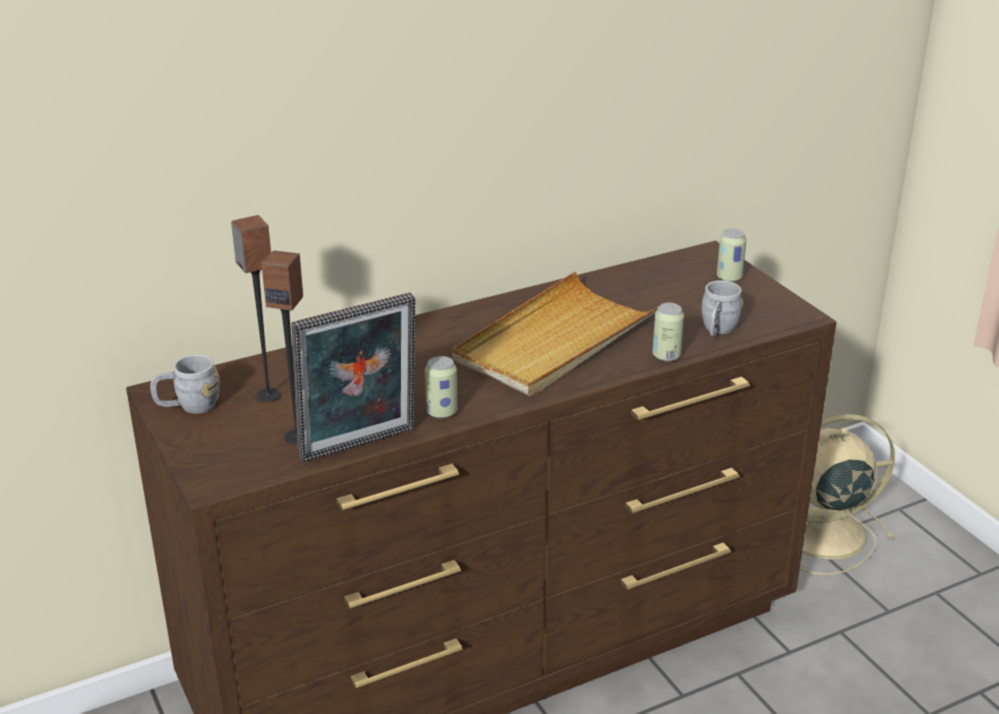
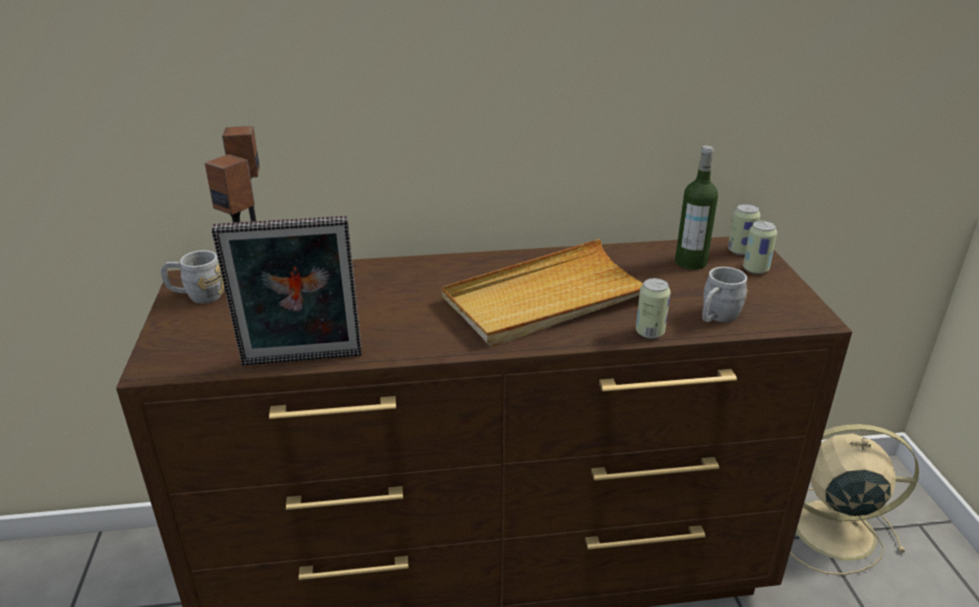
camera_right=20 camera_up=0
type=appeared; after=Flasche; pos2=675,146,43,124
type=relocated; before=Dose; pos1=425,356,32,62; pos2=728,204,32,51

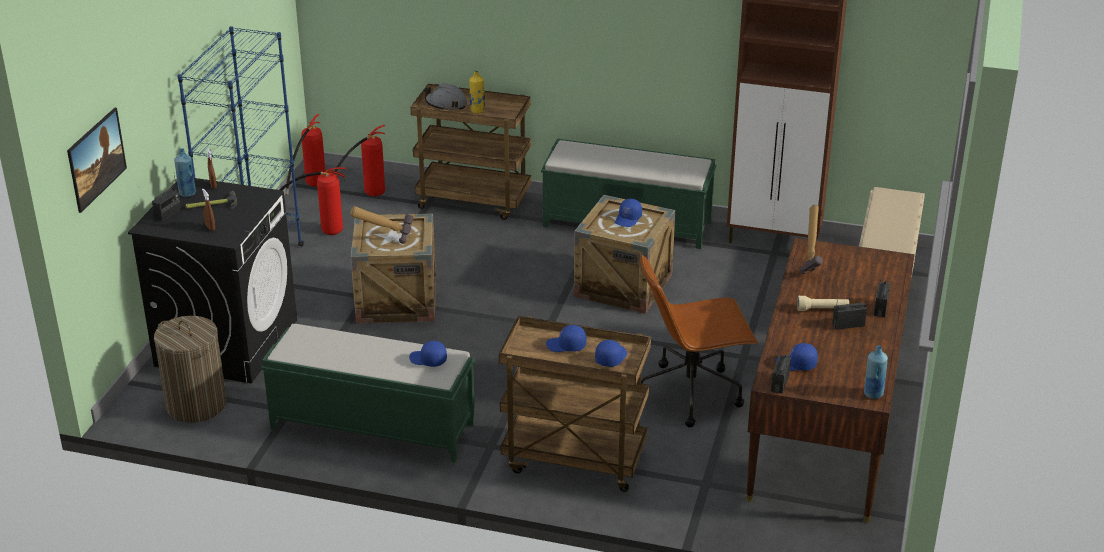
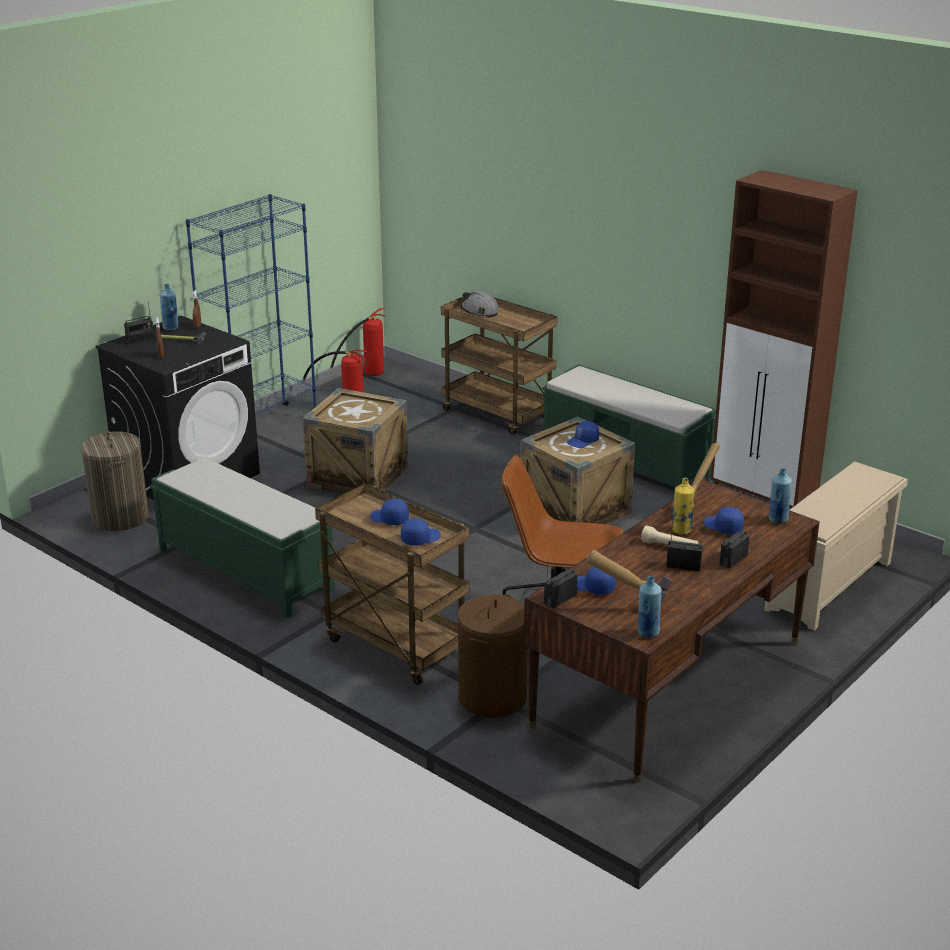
camera_right=25 camera_up=-5
type=appeared; after=Wäschekorb (braun); pos2=457,594,71,124
type=relocated; before=Hammer; pos1=350,206,64,38; pos2=586,550,86,52
type=relocated; before=Flasche (gelb); pos1=469,70,16,44; pos2=672,478,23,56
type=relocated; before=Kappe (blau); pos1=409,341,38,26; pos2=704,507,40,27
type=appeared; after=Flasche (blau); pos2=769,468,23,56
type=missing; before=Bild; pos1=67,108,60,105
type=missing; before=Feuerlöscher; pos1=334,125,51,71

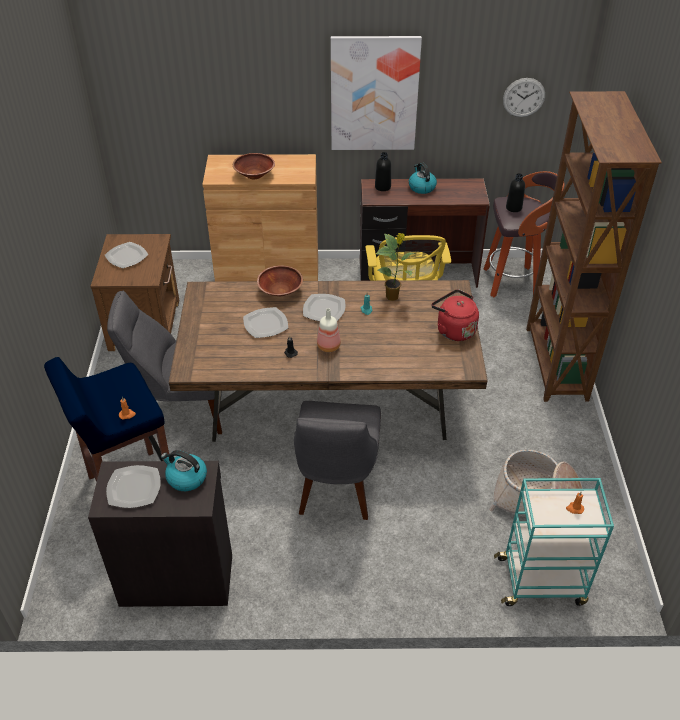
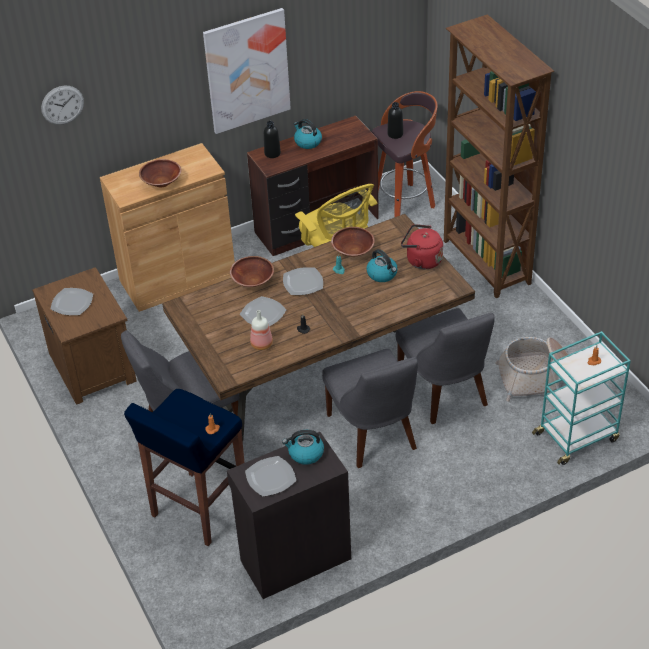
camera_right=-25 camera_up=0
type=relocated; before=Wanduhr; pos1=503,78,42,39; pos2=41,86,43,39
type=relocated; before=Flasche; pos1=317,308,24,44; pos2=250,310,23,40
type=exchanged; before=Topfpflanze; after=Schüssel (braun); pos1=376,233,39,68; pos2=331,227,44,29
type=appeared; after=Wasserkessel; pos2=366,249,32,33
type=appeared; after=Stuhl (grau); pos2=396,308,99,116

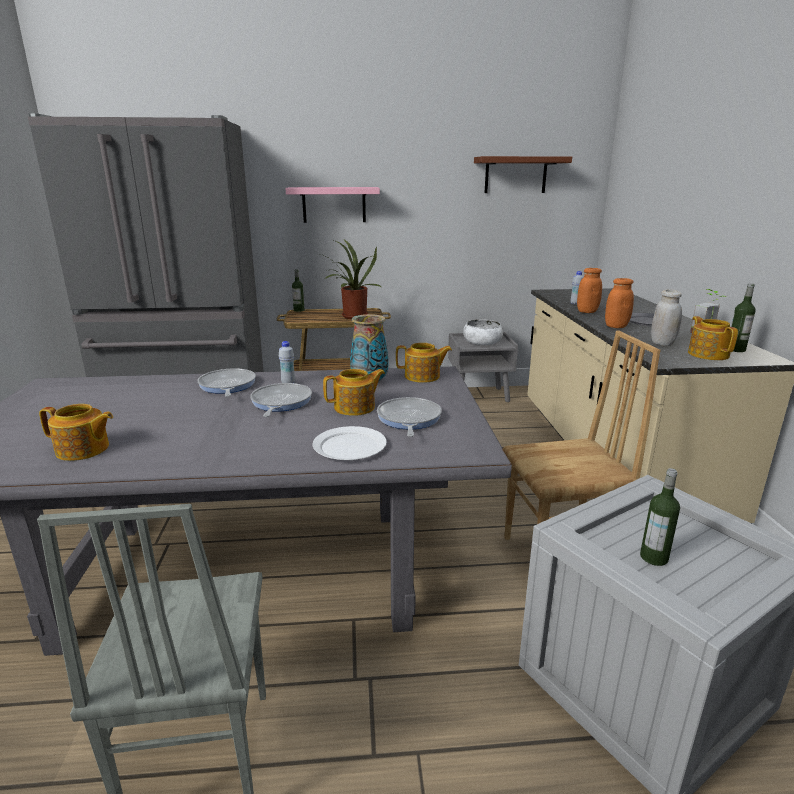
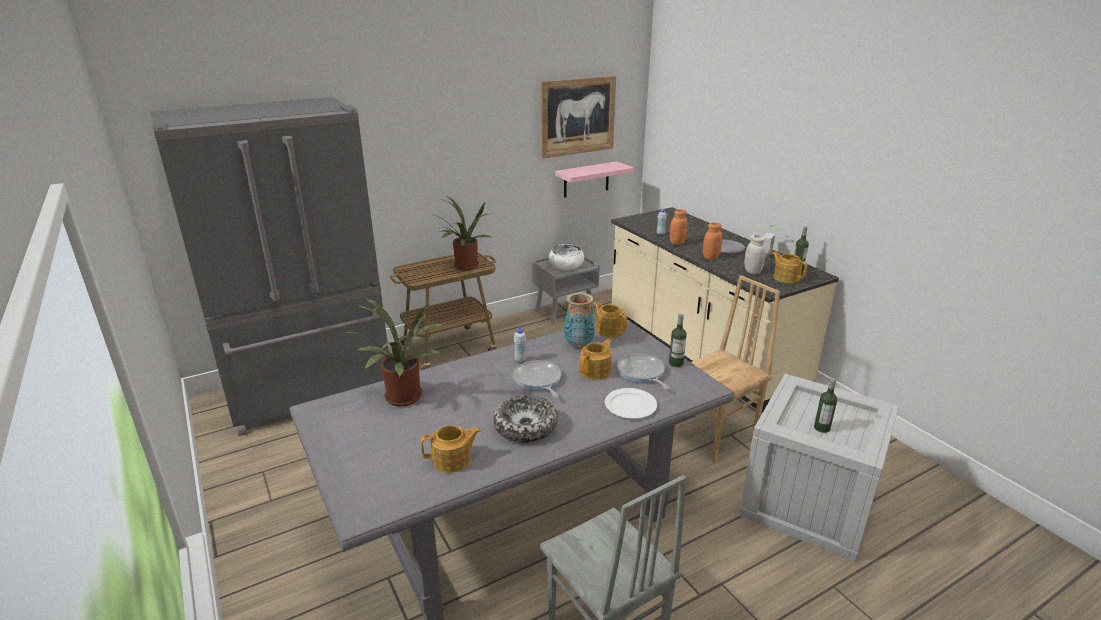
camera_right=-25 camera_up=5
type=appeared; after=Topfpflanze; pos2=346,298,100,108
type=appeared; after=Schüssel; pos2=493,395,65,48
type=exchanged; before=Wandregal (braun); after=Bild; pos1=474,156,98,37; pos2=540,75,76,84
type=relocated; before=Wandregal (rosa); pos1=285,187,95,36; pos2=555,161,79,37
type=spun; before=Teekanne; pos1=396,343,56,40; pos2=593,302,34,35; turn=-105
type=relocated; before=Flasche; pos1=292,269,13,43; pos2=669,314,18,53
type=missing; before=Pfanne; pos1=197,368,59,29

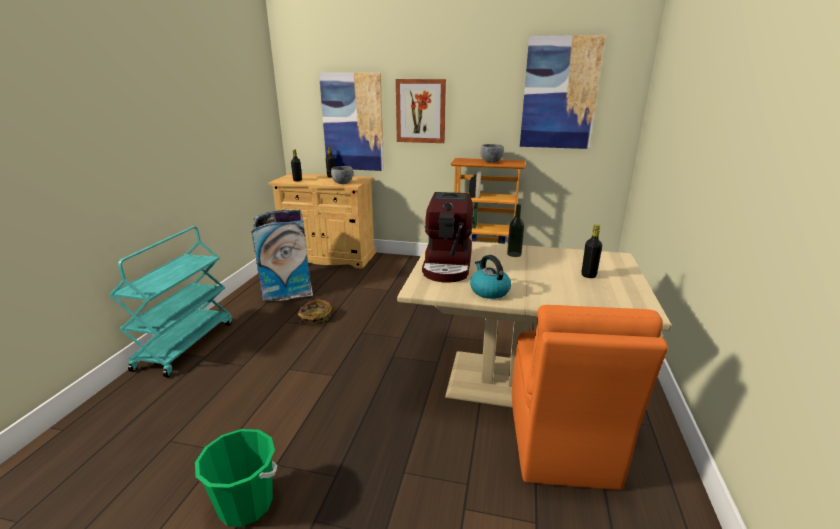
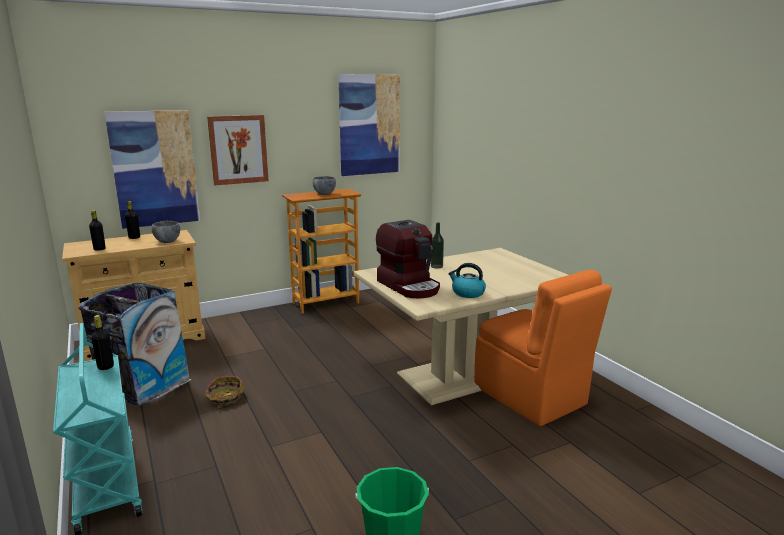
camera_right=-40 camera_up=-5
type=relocated; before=Flasche (schwarz); pos1=581,224,21,54; pos2=91,315,23,55

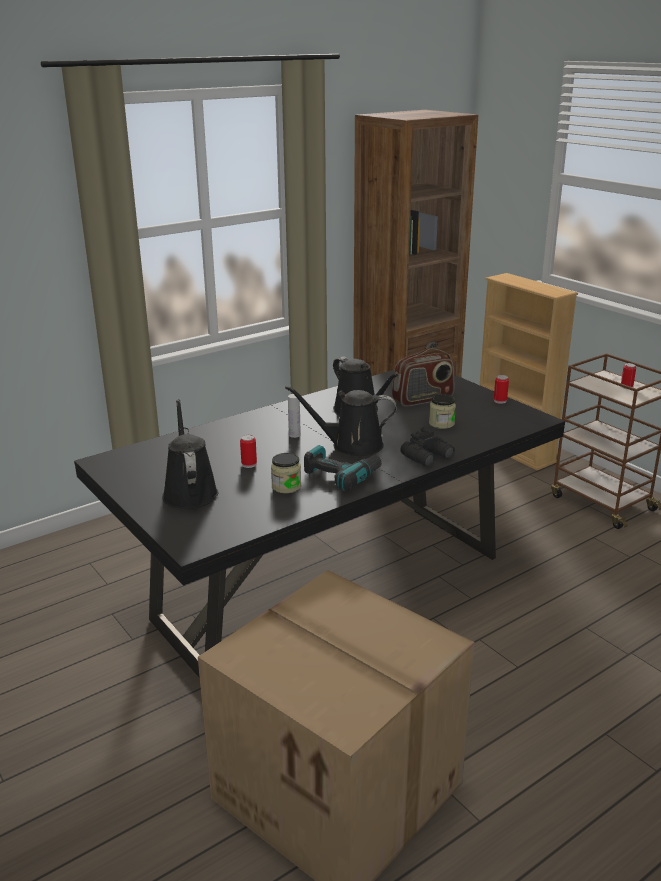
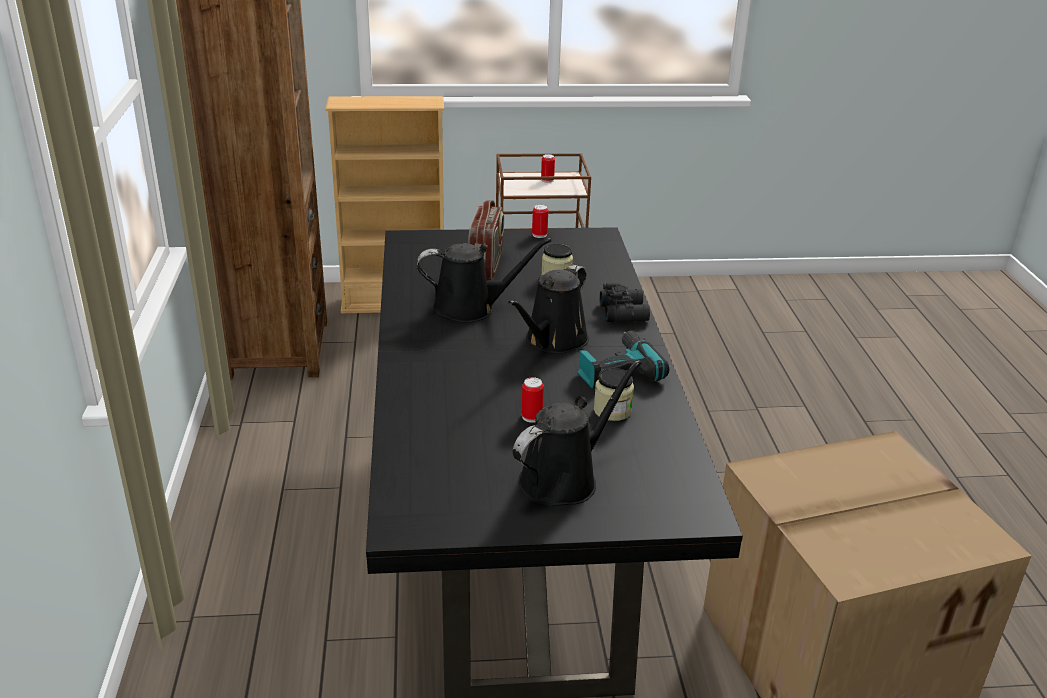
camera_right=-60 camera_up=5
type=spun; before=Gießkanne (schwarz); pos1=162,399,57,110; pos2=513,360,128,146; turn=120
type=missing; before=Flasche (weiß); pos1=288,394,13,44

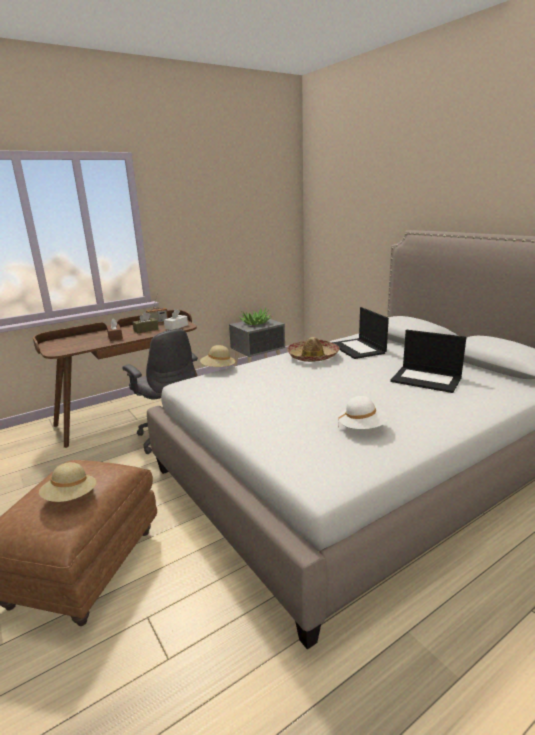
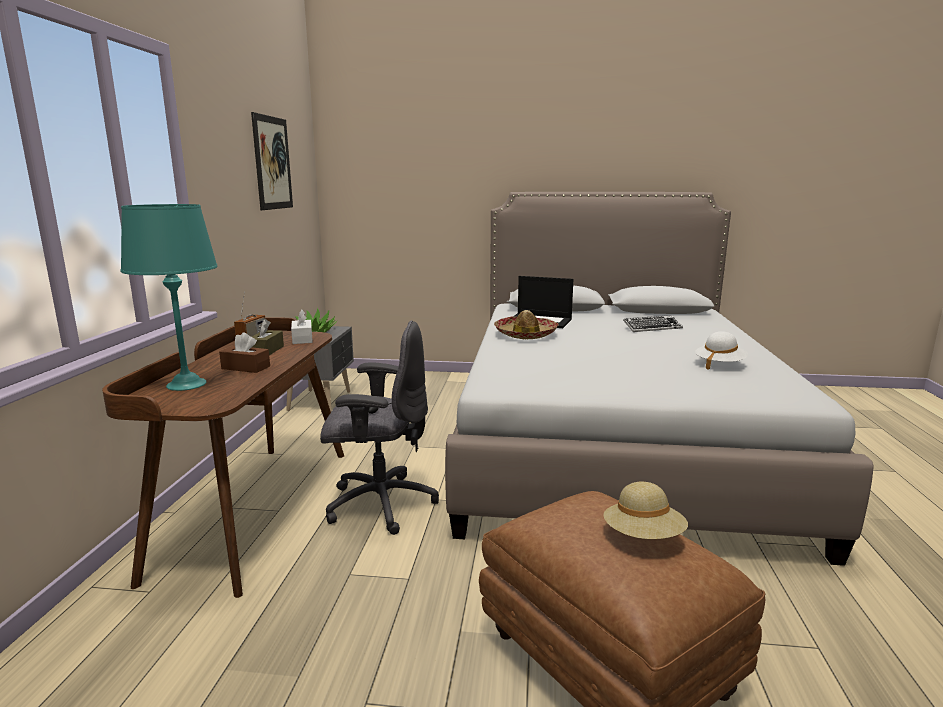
camera_right=-50 camera_up=-5
type=appeared; after=Tischlampe (türkis); pos2=121,204,97,187
type=appeared; after=Bild; pos2=251,112,42,98
type=exchanged; before=Laptop; after=Tastatur; pos1=390,330,76,63; pos2=623,315,60,17
type=missing; before=Hut (beige); pos1=200,345,36,22

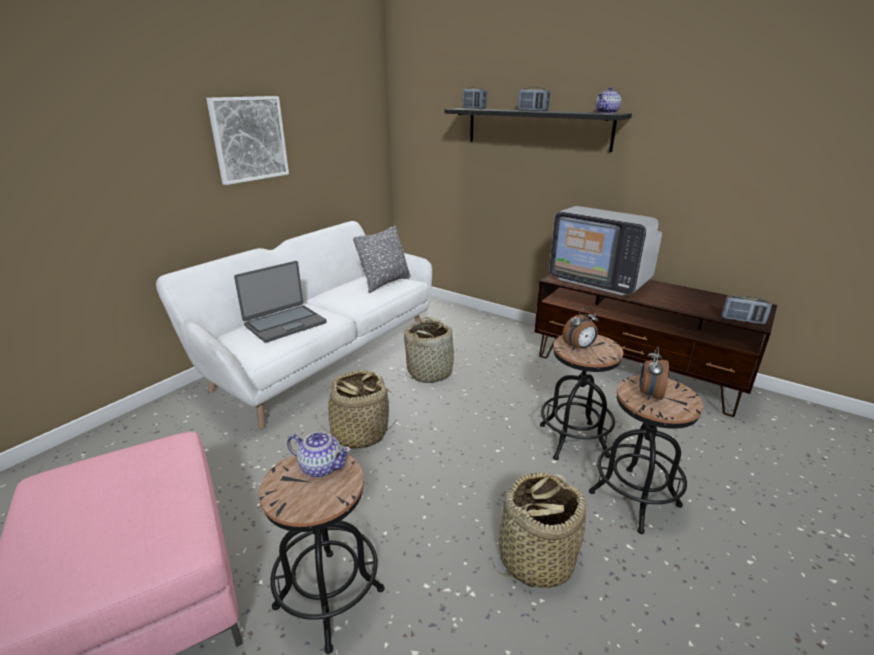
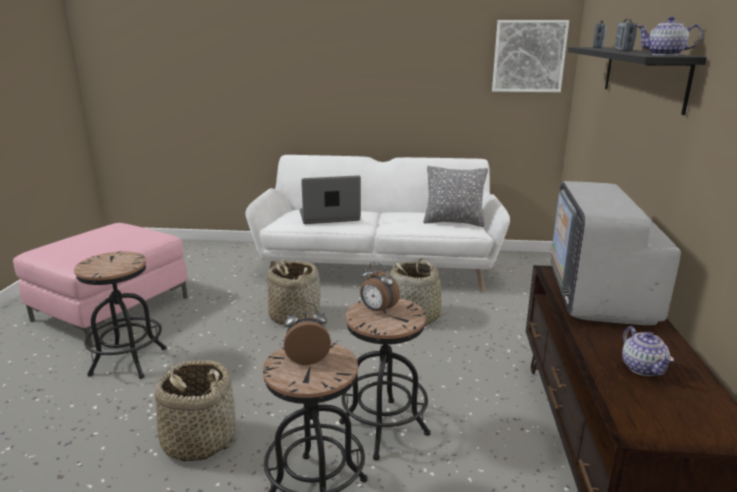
camera_right=60 camera_up=-5
type=spun; before=Laptop; pos1=234,261,93,82; pos2=300,175,61,49; turn=150
type=relocated; before=Bild; pos1=206,96,83,89; pos2=492,20,77,72
type=relocated; before=Teekanne; pos1=287,432,64,46; pos2=622,326,52,50
type=missing; before=Radio; pos1=721,296,51,28

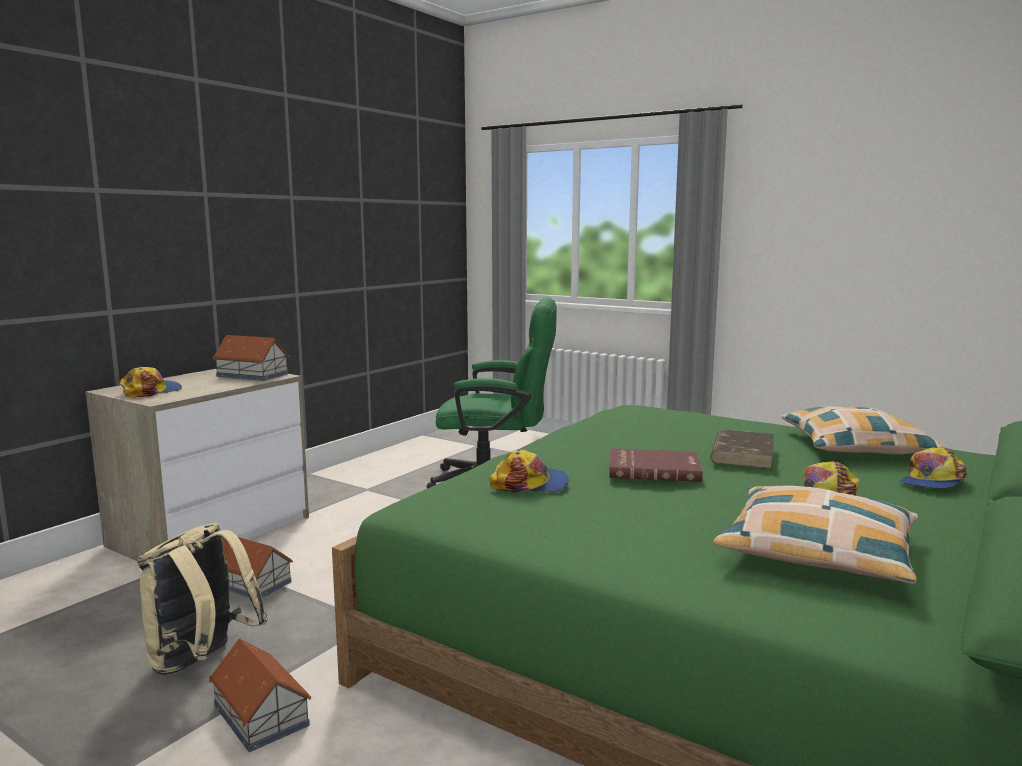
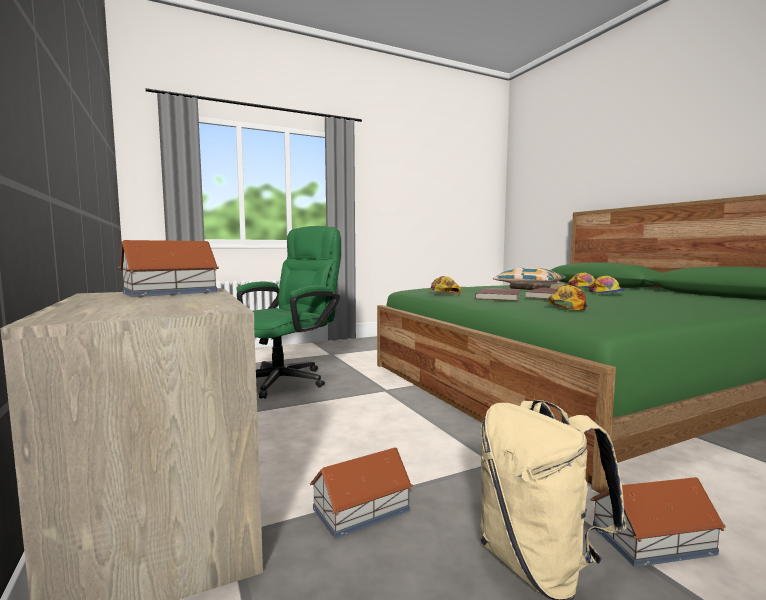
camera_right=-60 camera_up=-5
type=relocated; before=Kappe; pos1=119,367,63,30; pos2=426,276,35,18
type=appeared; after=Buch (rot); pos2=475,288,45,13
type=missing; before=Kissen; pos1=713,486,205,98

